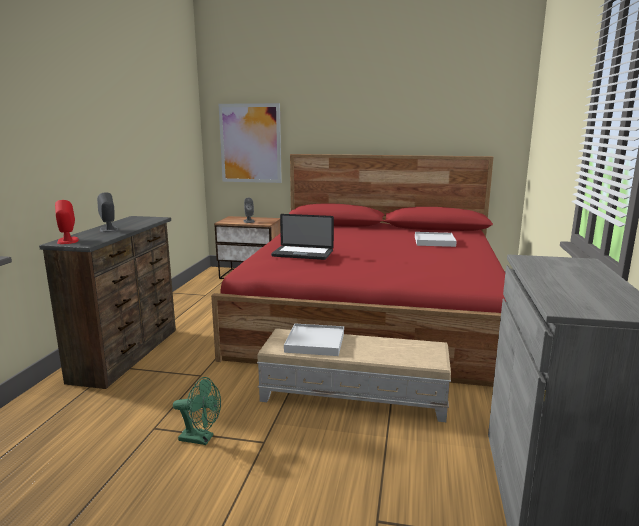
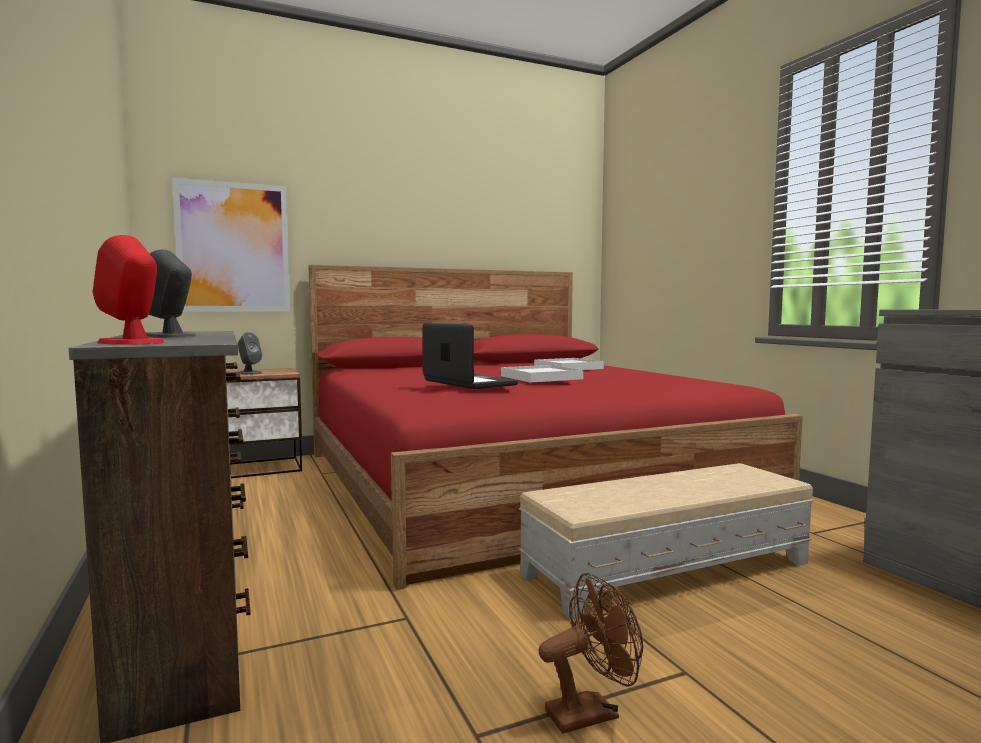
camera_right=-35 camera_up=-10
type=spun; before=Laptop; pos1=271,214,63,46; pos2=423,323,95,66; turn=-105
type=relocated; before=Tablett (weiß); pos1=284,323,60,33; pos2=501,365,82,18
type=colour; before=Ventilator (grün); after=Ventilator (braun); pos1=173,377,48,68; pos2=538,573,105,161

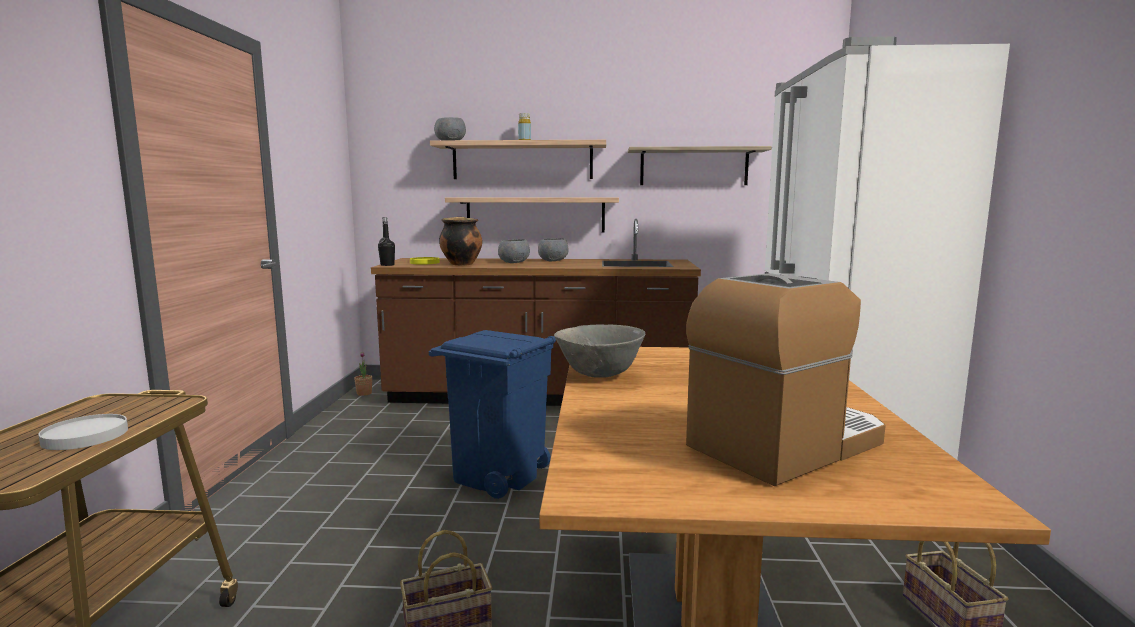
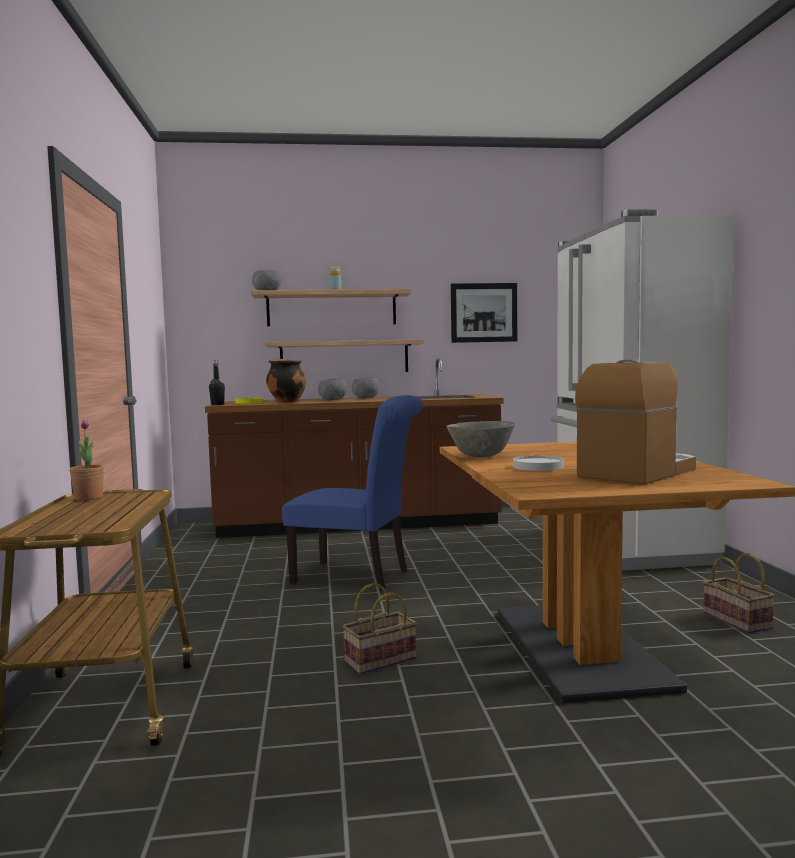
camera_right=-10 camera_up=-5
type=relocated; before=Topfpflanze; pos1=354,352,18,44; pos2=70,420,34,81
type=exchanged; before=Mülleimer (blau); after=Stuhl (blau); pos1=429,330,127,169; pos2=282,395,141,197
type=exchanged; before=Wandregal; after=Bild; pos1=628,146,144,39; pos2=451,283,66,60
type=relocated; before=Teller (weiß); pos1=38,414,90,36; pos2=513,456,51,15

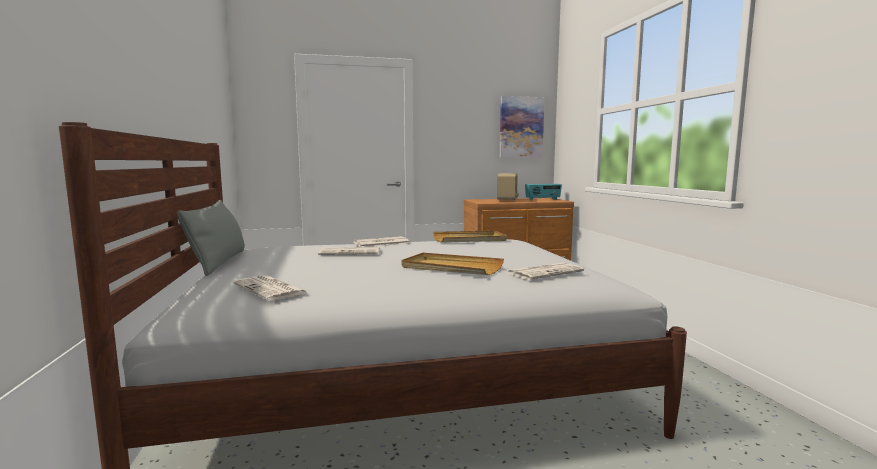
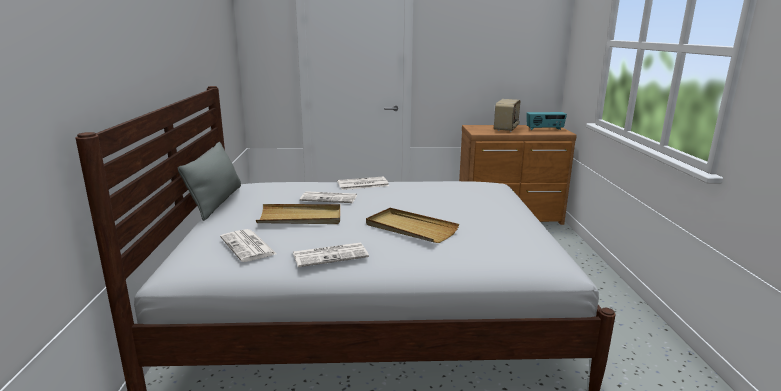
camera_right=10 camera_up=10
type=relocated; before=Tablett (beige); pos1=433,231,74,12; pos2=256,204,84,20
type=relocated; before=Zeitung; pos1=508,263,76,17; pos2=293,242,76,25
type=missing; before=Bild; pos1=500,96,45,62

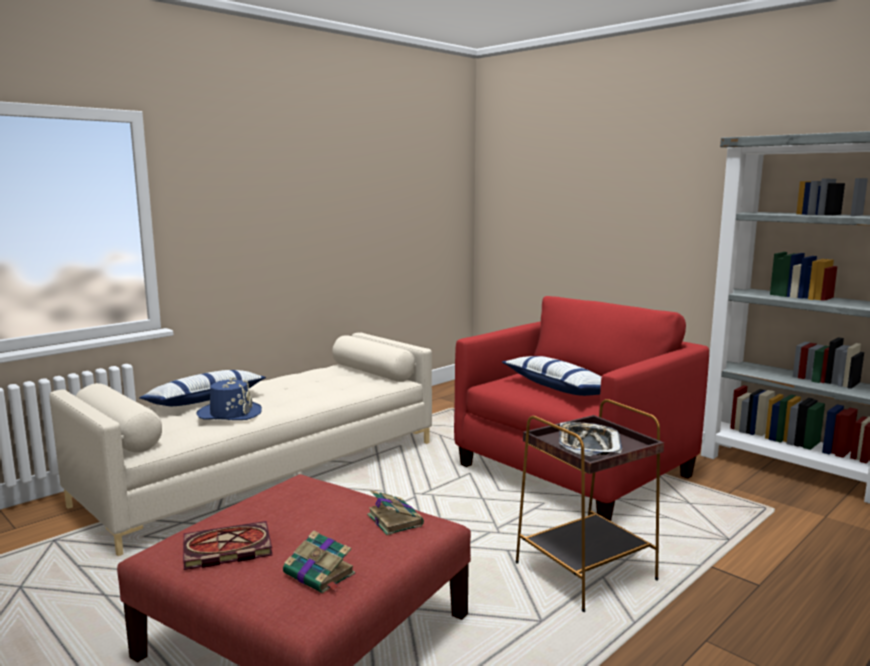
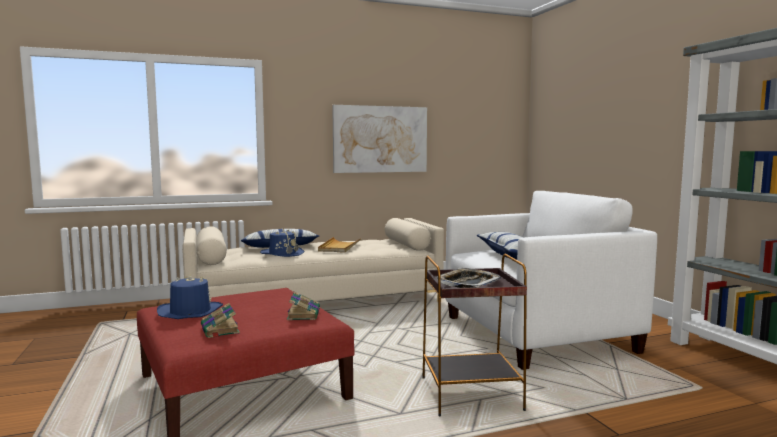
camera_right=25 camera_up=-5
type=exchanged; before=Buch; after=Hut (blau); pos1=183,521,90,49; pos2=157,275,66,44
type=appeared; after=Tablett (beige); pos2=318,237,44,16
type=appeared; after=Bild; pos2=332,105,95,68
type=colour; before=Sessel (rot); after=Sessel (weiß); pos1=454,296,255,225; pos2=445,191,212,179

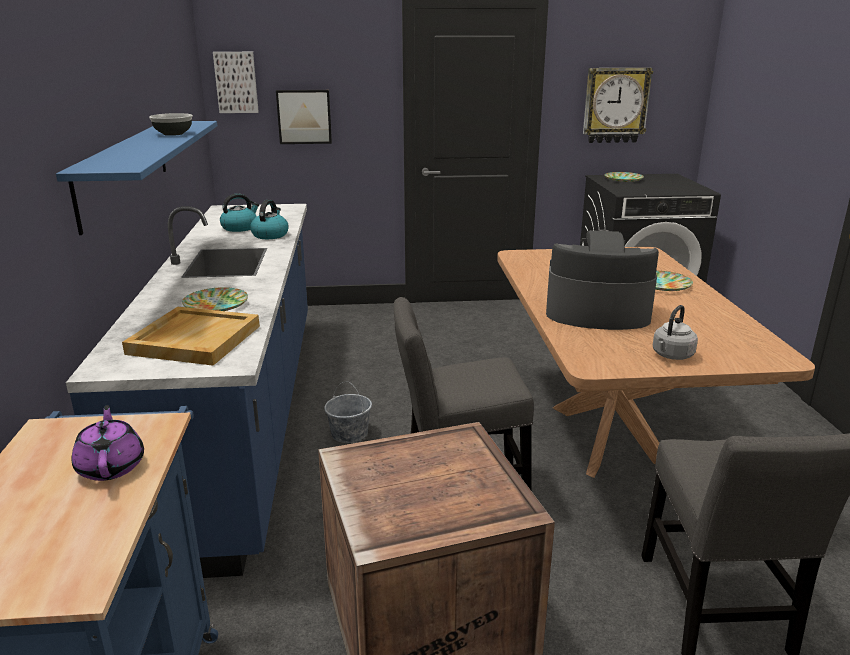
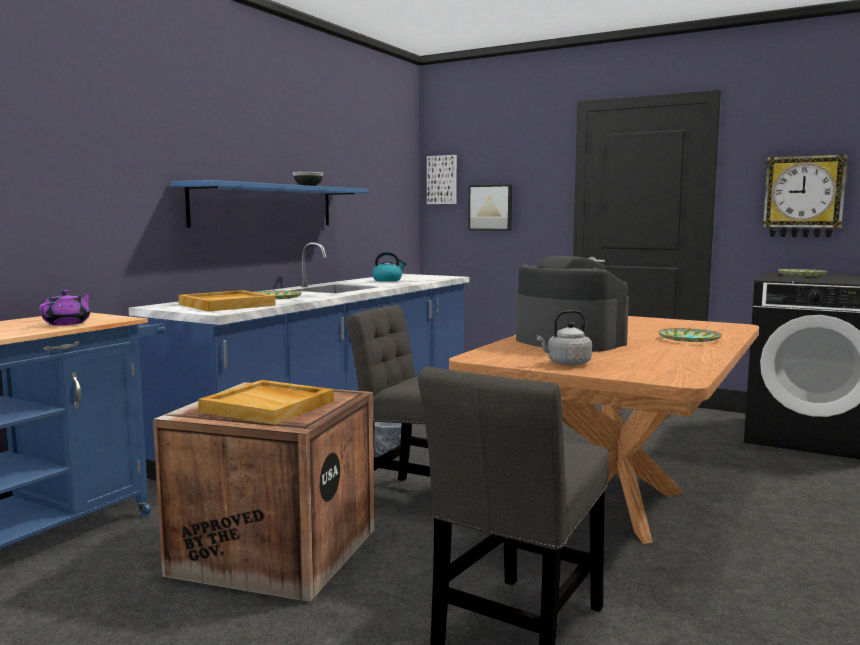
camera_right=35 camera_up=-15
type=appeared; after=Tablett (beige); pos2=198,380,136,45
type=missing; before=Wasserkessel; pos1=250,200,39,39

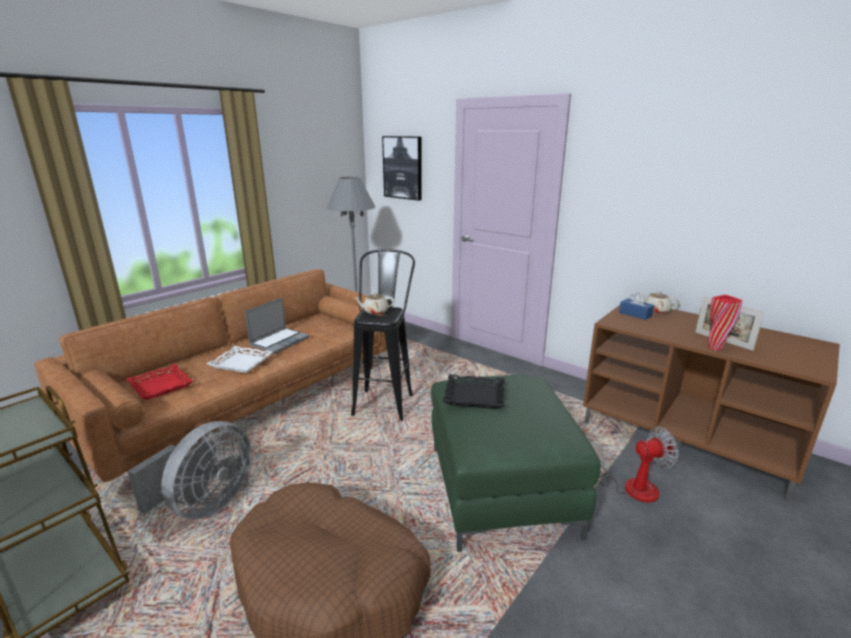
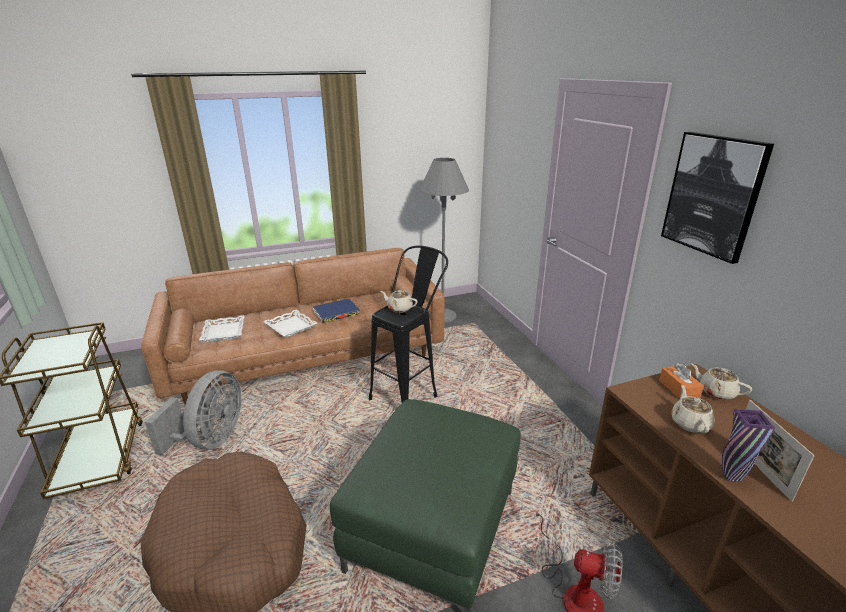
camera_right=30 camera_up=5
type=spun; before=Ventilator (grau); pos1=128,421,123,98; pos2=145,370,97,85; turn=-45
type=colour; before=Tablett (rot); after=Tablett (weiß); pos1=126,364,67,36; pos2=199,316,45,26
type=exchanged; before=Laptop; after=Buch (blau); pos1=245,297,64,57; pos2=313,298,47,25
type=colour; before=Taschentuchbox (blau); after=Taschentuchbox (orange); pos1=619,292,35,28; pos2=659,363,45,36
type=relocated; before=Bild; pos1=382,136,40,65; pos2=661,132,113,132
type=appeared; after=Teekanne (beige); pos2=671,385,44,48
type=colour; before=Vase (rot); after=Vase (lila); pos1=708,295,34,56; pos2=722,409,53,73
type=missing; before=Tablett (schwarz); pos1=443,374,62,35

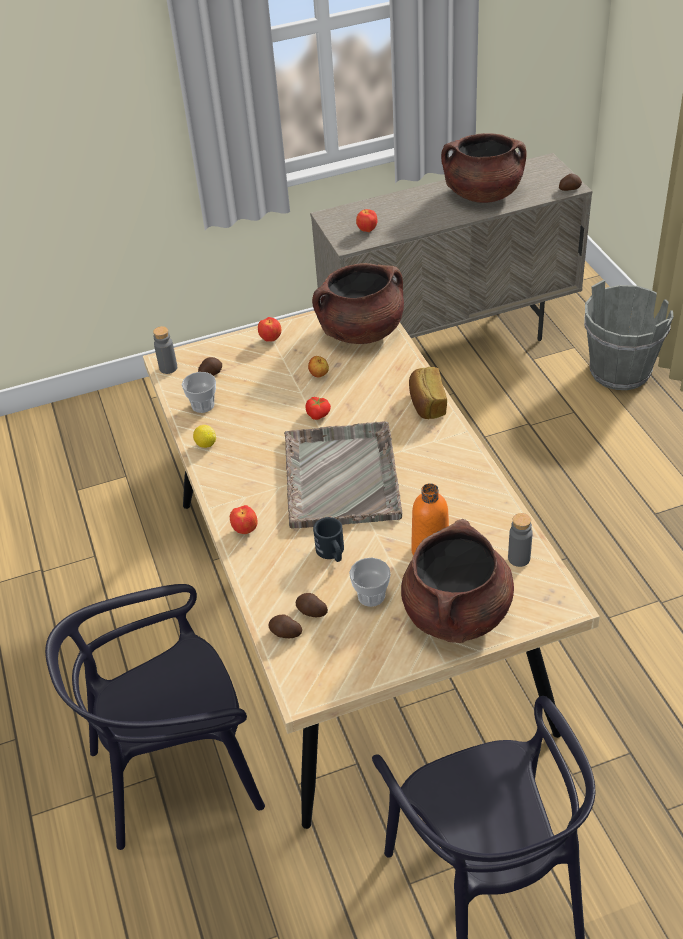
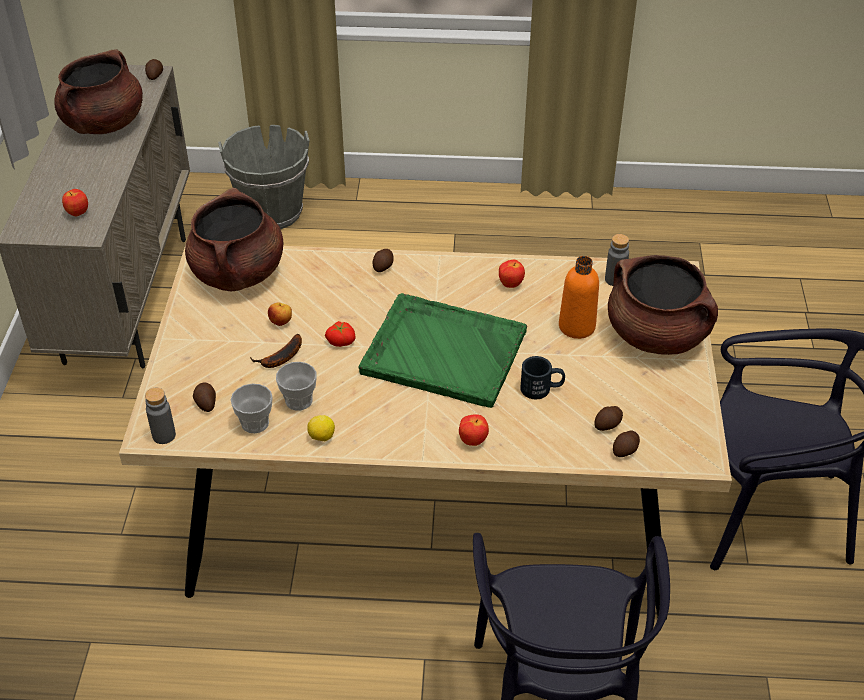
camera_right=-70 camera_up=0
type=appeared; after=Banane; pos2=250,334,52,34
type=relocated; before=Tasse; pos1=349,558,41,49; pos2=276,362,41,49
type=colour; before=Tablett (grau); after=Tablett (grün); pos1=284,421,118,108; pos2=358,293,169,115
type=exchanged; before=Brot; after=Kartoffel; pos1=409,367,38,52; pos2=373,249,21,23
type=relocated; before=Apfel; pos1=258,317,23,25; pos2=499,260,26,28

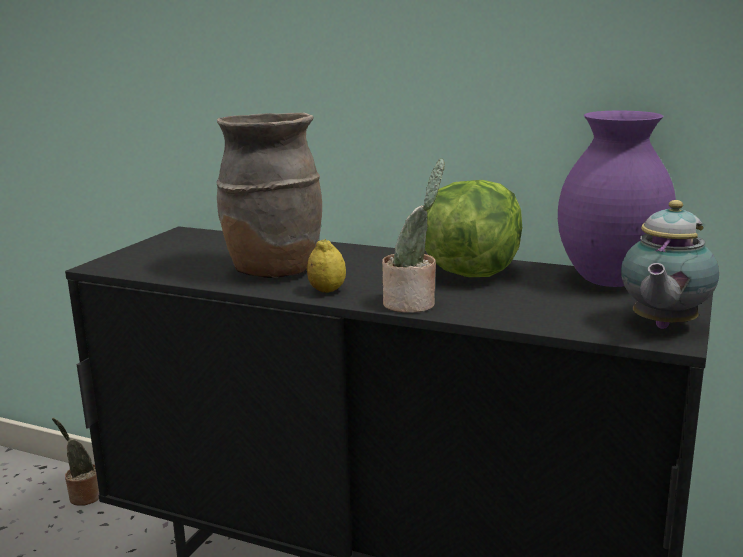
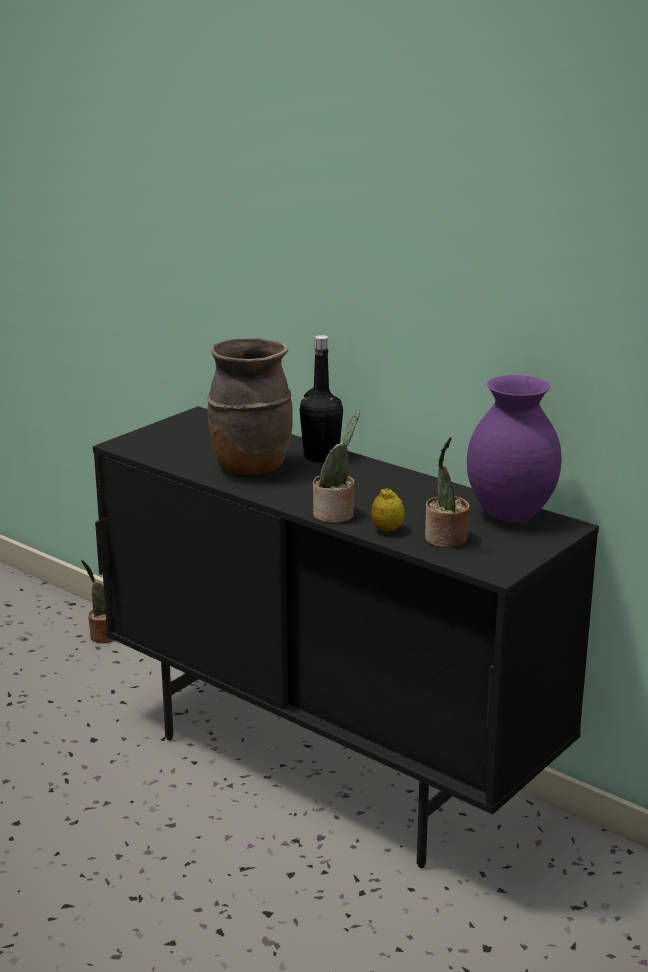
camera_right=15 camera_up=5
type=appeared; after=Flasche (schwarz); pos2=300,335,43,128
type=relocated; before=Zitrone; pos1=307,239,39,54; pos2=371,488,34,44
type=appeared; after=Topfpflanze; pos2=425,437,45,111
type=missing; before=Salatkopf; pos1=425,180,97,97
type=missing; before=Teekanne; pos1=621,200,98,129

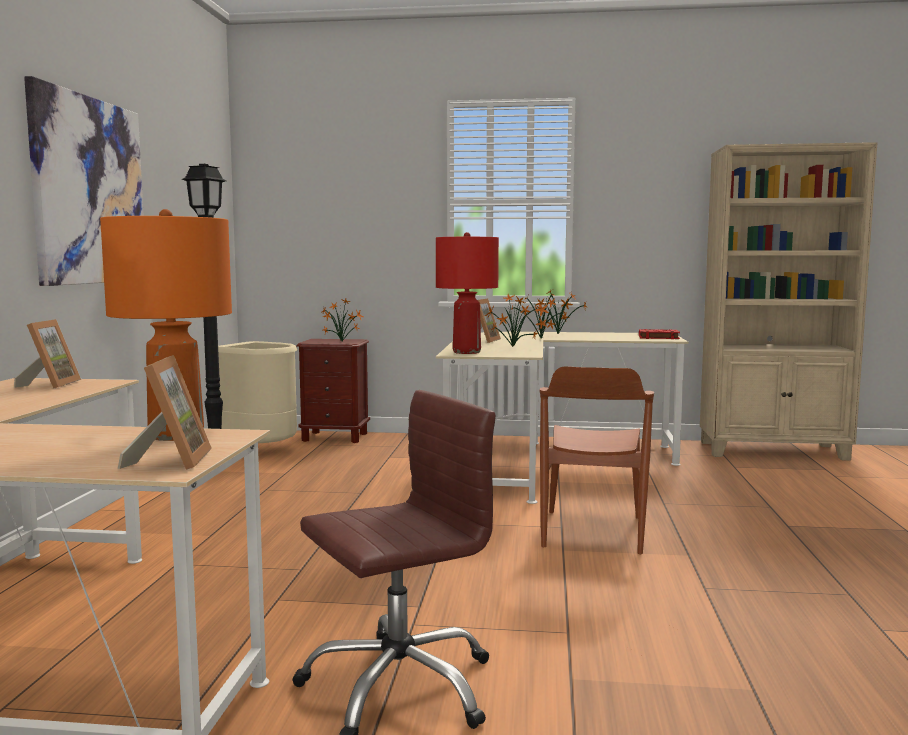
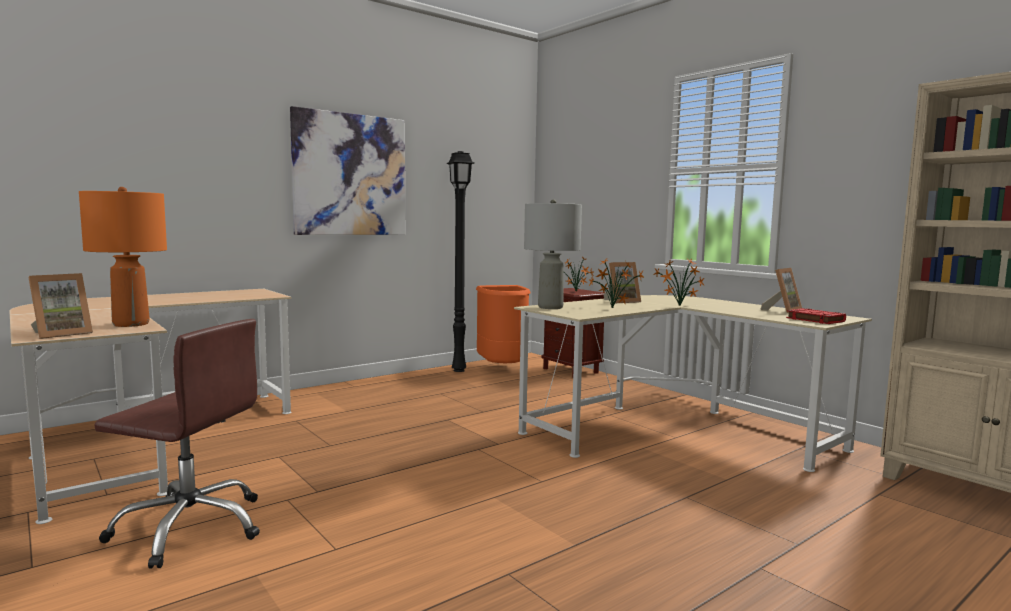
camera_right=45 camera_up=0
type=colour; before=Mülleimer (beige); after=Mülleimer (orange); pos1=218,341,79,102; pos2=476,285,55,79
type=colour; before=Tischlampe (rot); after=Tischlampe (grau); pos1=436,232,63,122; pos2=524,199,58,110
type=relocated; before=Bilderrahmen; pos1=14,319,67,70; pos2=760,268,42,45
type=missing; before=Topfpflanze; pos1=537,290,50,44
type=missing; before=Stuhl (braun); pos1=540,366,114,188

